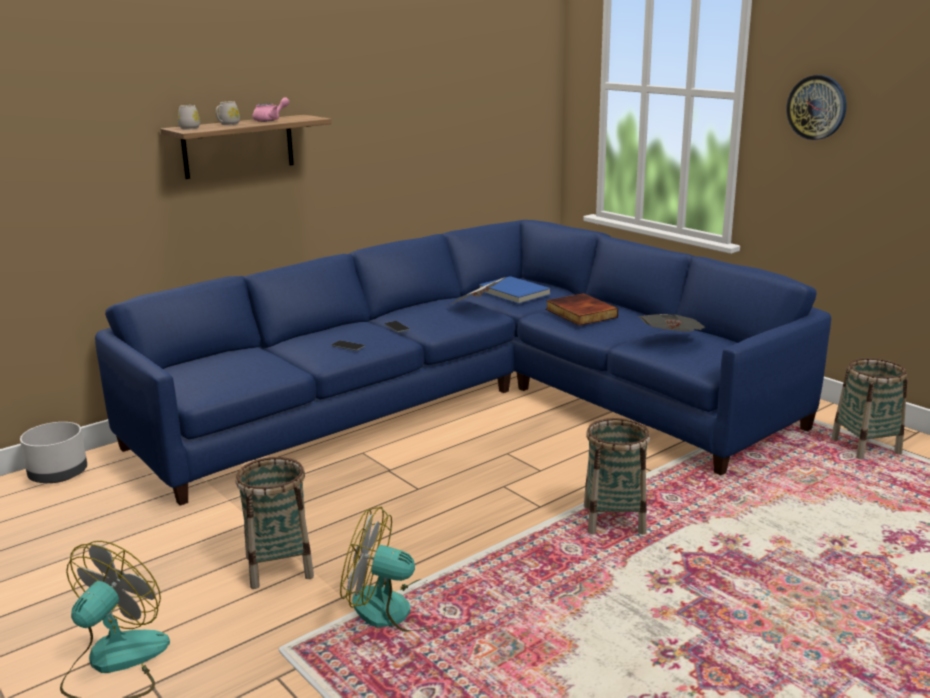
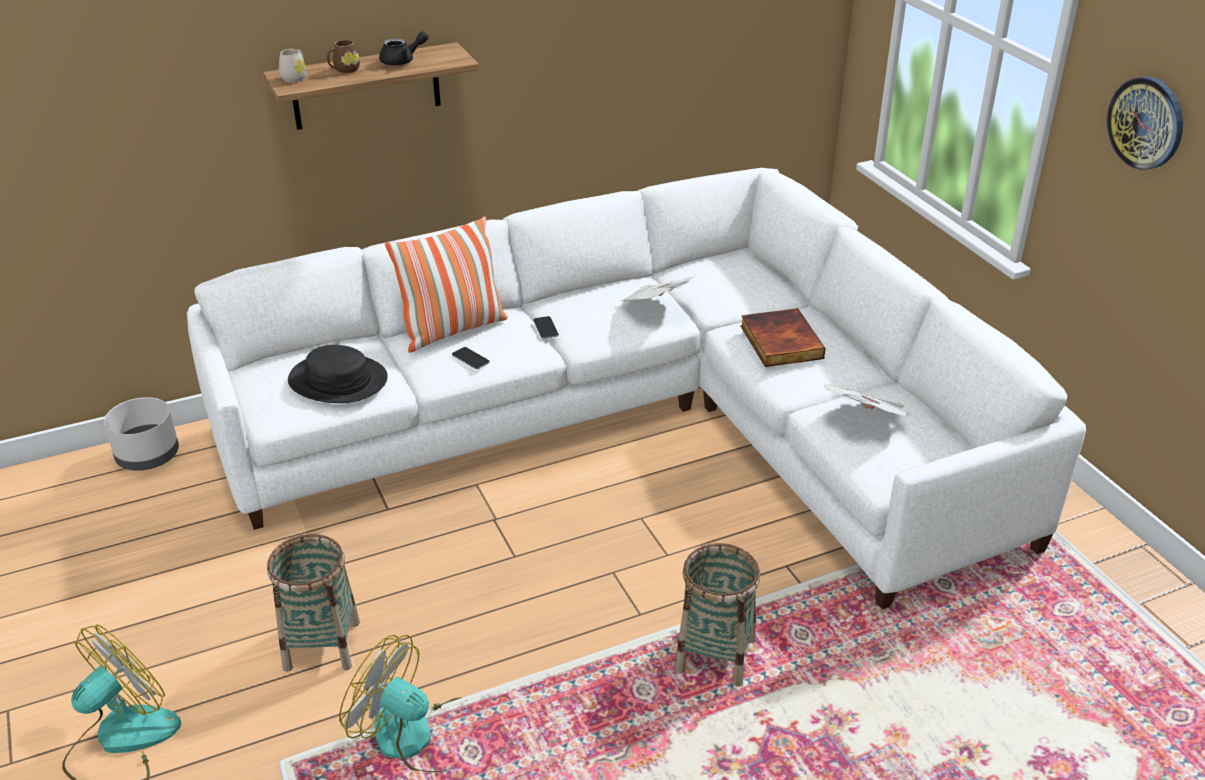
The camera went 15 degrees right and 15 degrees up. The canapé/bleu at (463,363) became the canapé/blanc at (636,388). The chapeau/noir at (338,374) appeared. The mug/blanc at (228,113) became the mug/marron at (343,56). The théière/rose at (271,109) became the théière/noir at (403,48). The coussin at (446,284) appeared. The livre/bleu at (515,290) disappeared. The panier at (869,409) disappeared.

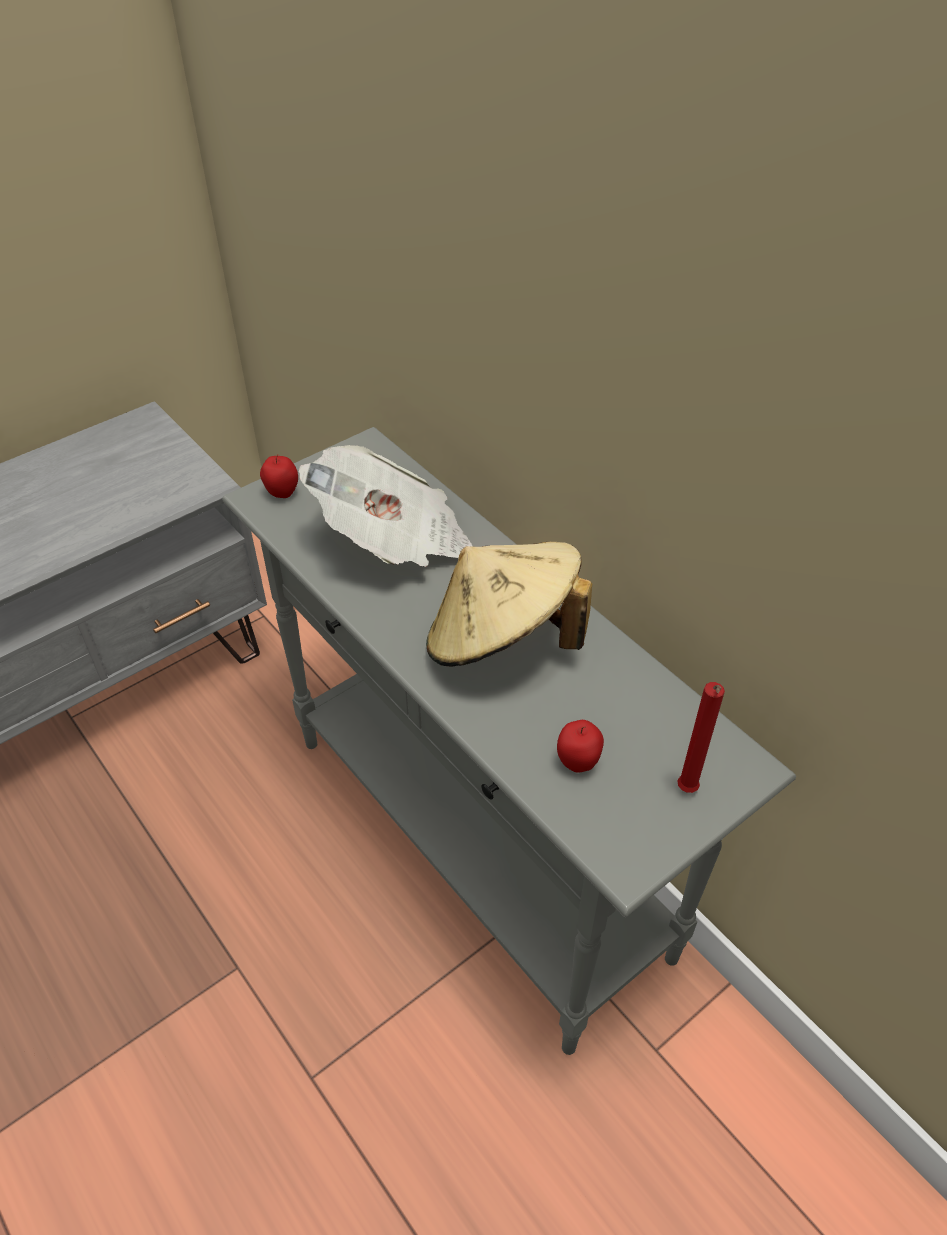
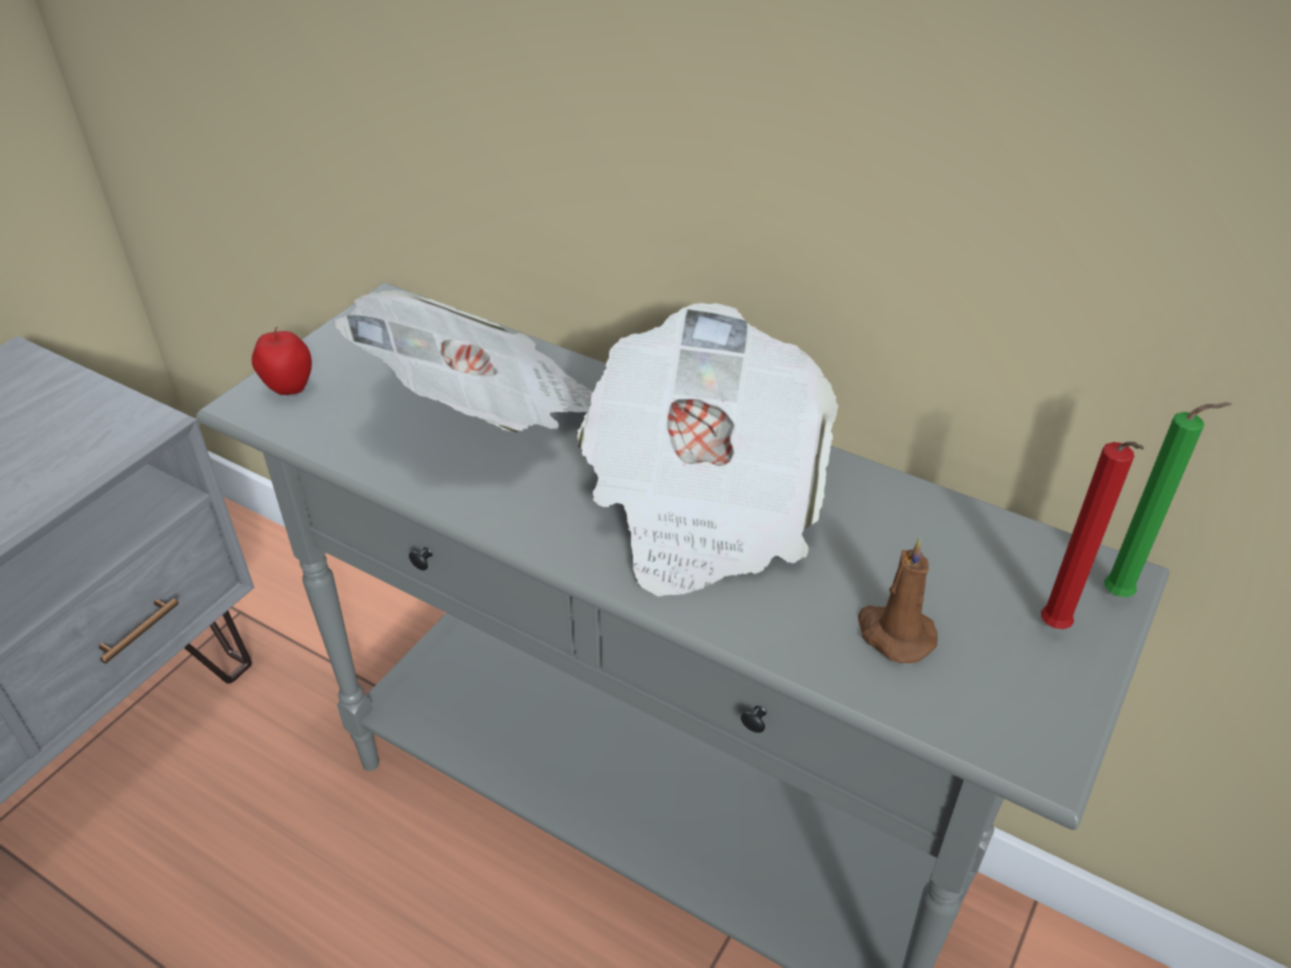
The camera went 20 degrees left and 5 degrees down. The chapeau/beige at (509,604) was replaced by the journal at (707,450). The pomme at (580,746) was replaced by the bougie/marron at (897,600). The bougie/vert at (1168,499) appeared.

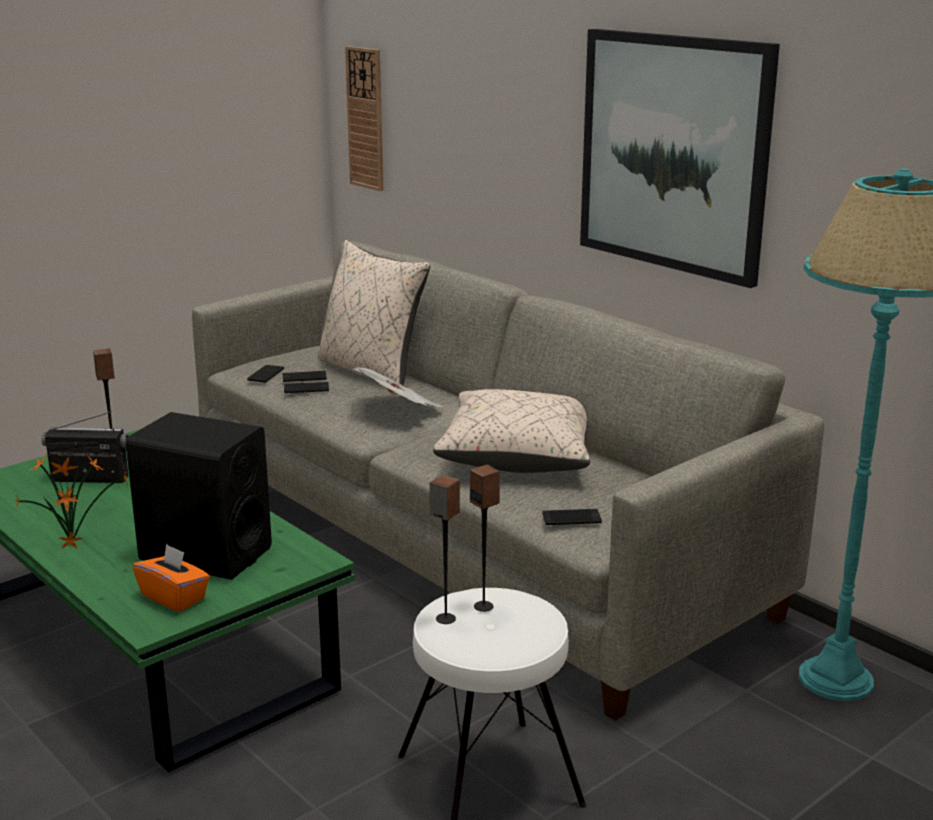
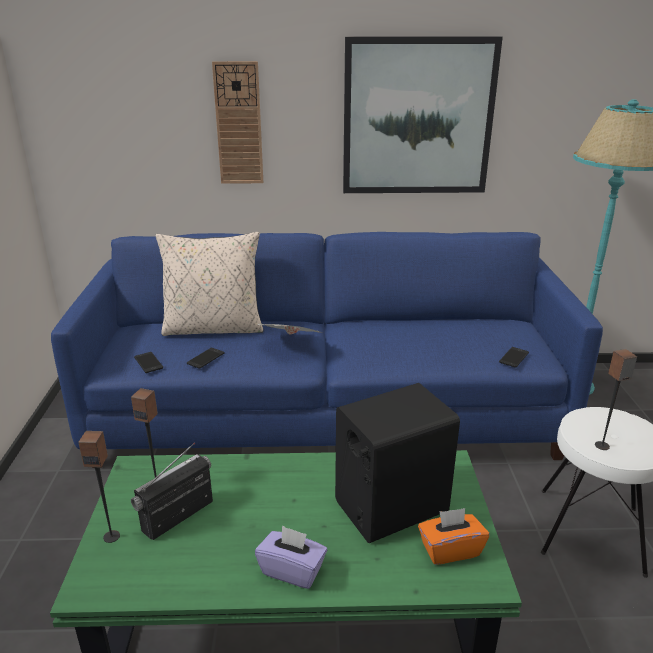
The camera went 50 degrees left and 5 degrees up. The canapé/gris at (508,481) became the canapé/bleu at (327,350). The enceinte moved from (485,538) to (99,487). The horloge murale moved from (364,118) to (237,122). The plante en pot at (71,502) was replaced by the boîte à mouchoirs/violet at (291,557). The téléphone at (305,376) disappeared. The coussin/beige at (511,431) disappeared.

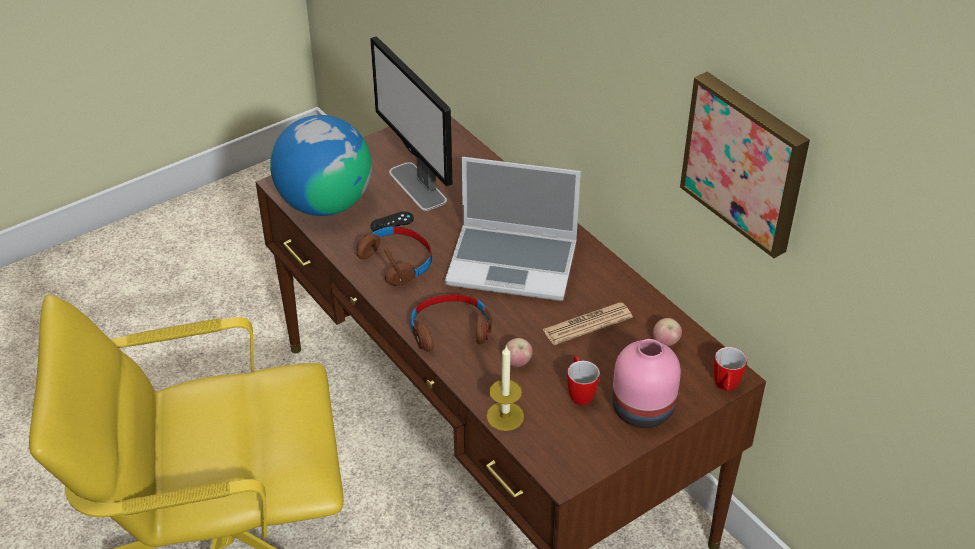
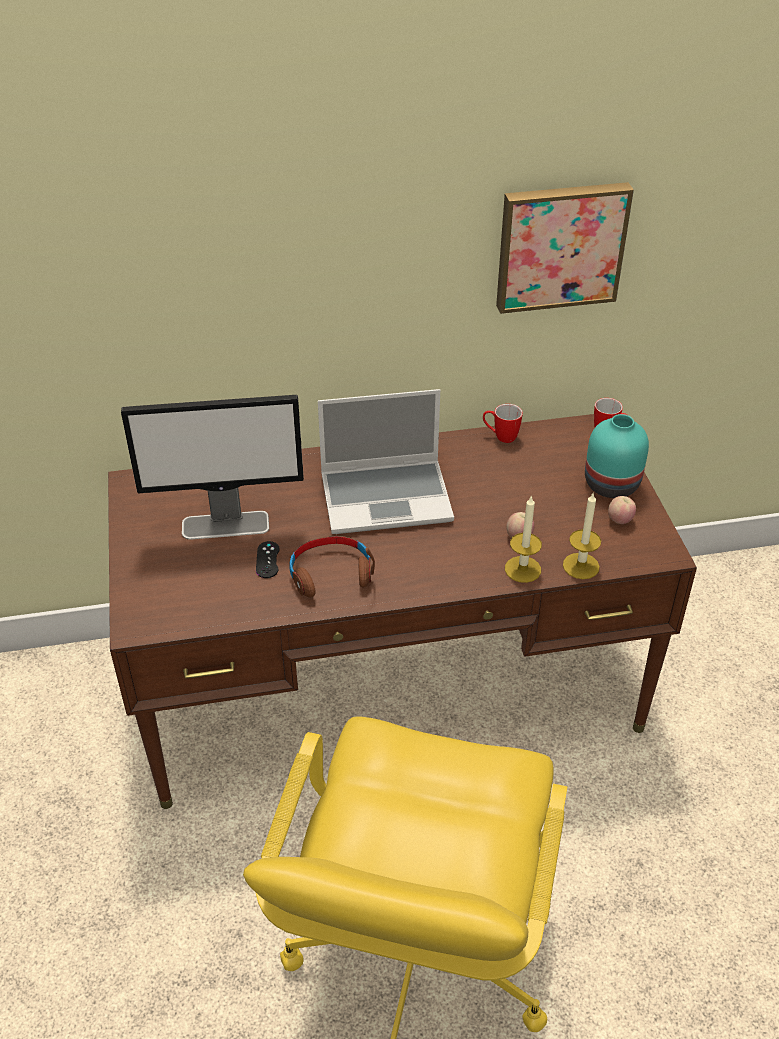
The camera went 65 degrees left and 0 degrees up. The ordinateur portable at (513,229) turned 45 degrees clockwise. The mug moved from (583,380) to (503,423). The bougie at (523,539) appeared. The vase/rose at (646,383) became the vase/turquoise at (617,456). The pomme moved from (667,332) to (622,510). The globe at (321,165) disappeared. The casque audio/marron at (451,323) disappeared. The journal at (587,323) disappeared.

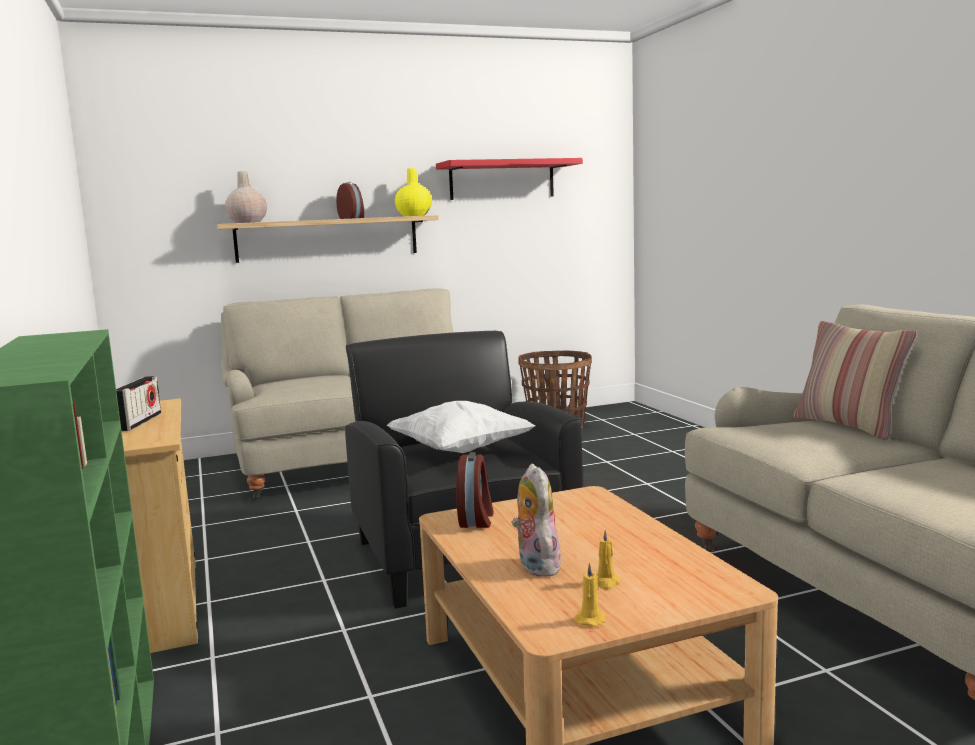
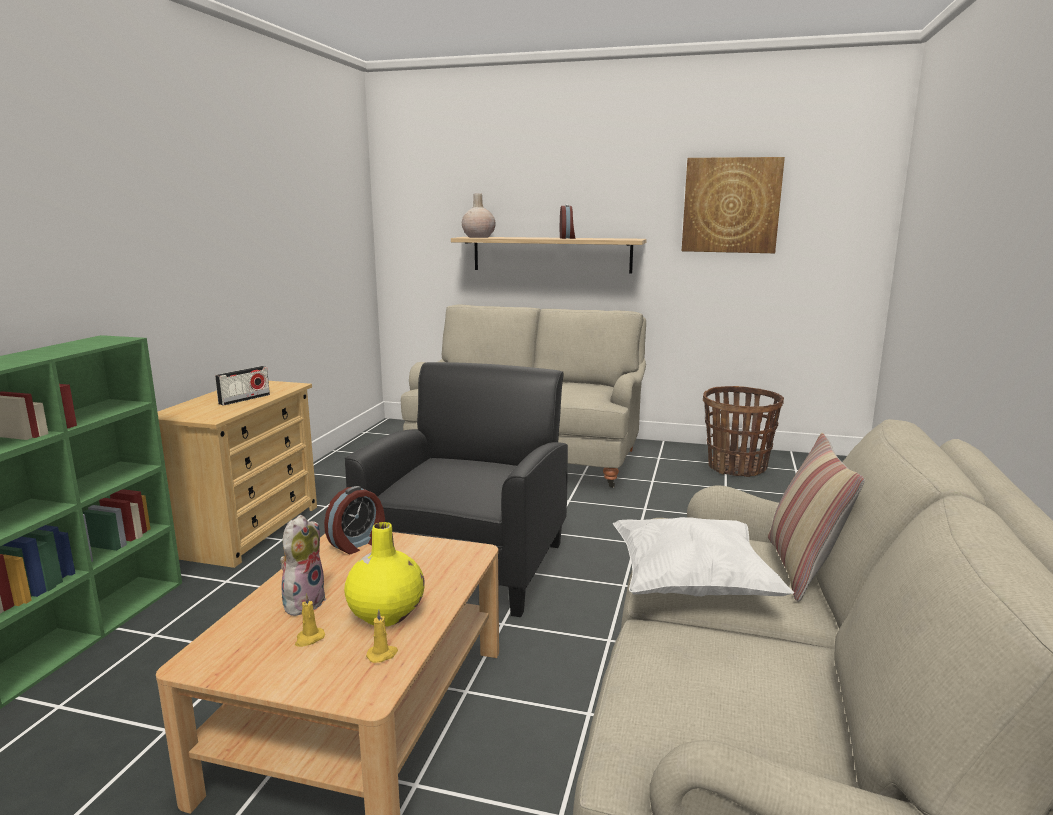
The camera went 35 degrees right and 5 degrees up. The vase/jaune moved from (413,192) to (384,574). The bougie/jaune moved from (590,595) to (382,636). The coussin/blanc moved from (460,427) to (703,557). The étagère/rouge at (509,179) was replaced by the tableau at (733,205).

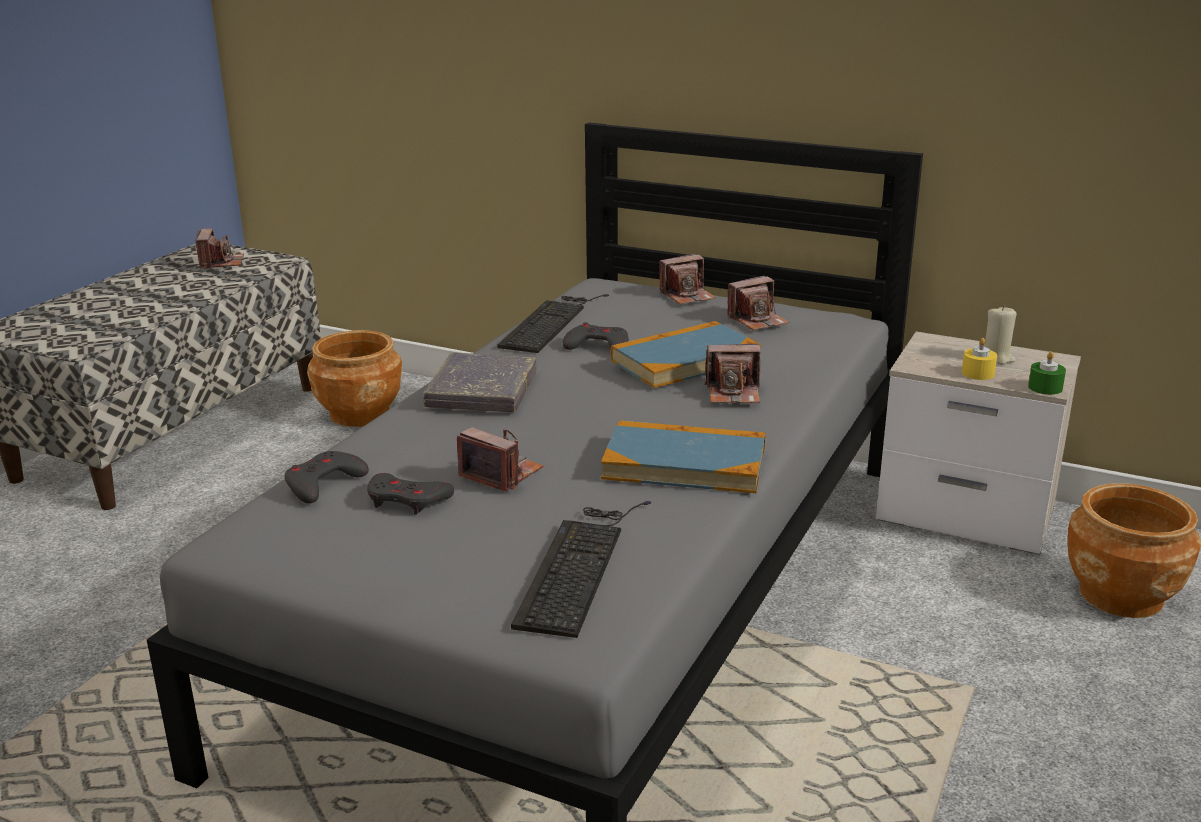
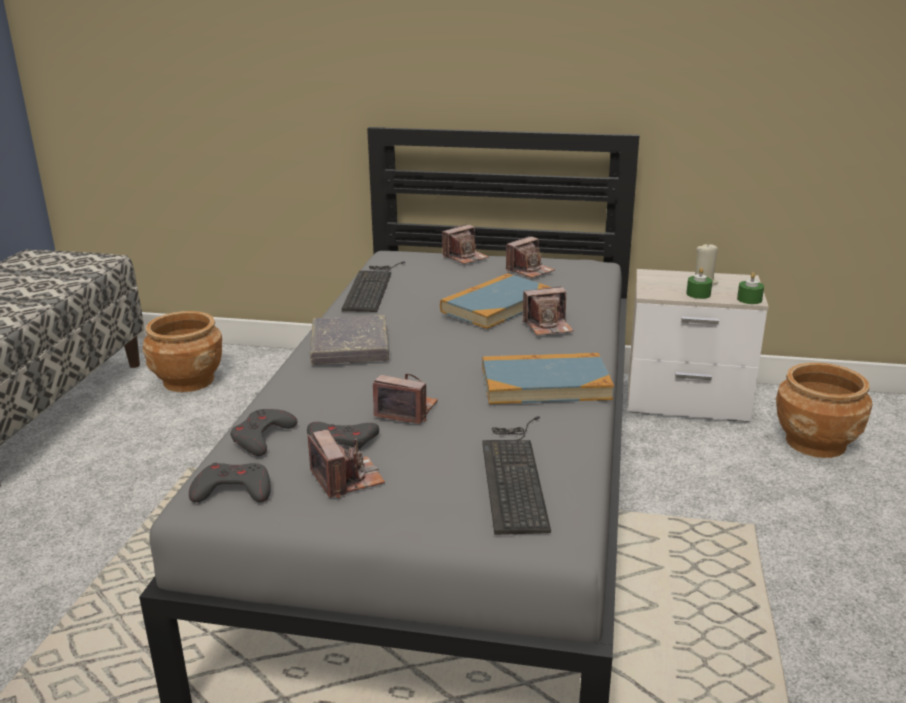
The camera went 15 degrees left and 0 degrees up. The manette/gris moved from (596,336) to (230,482). The appareil photo moved from (220,248) to (346,464). The bougie/jaune at (979,359) became the bougie/vert at (699,283).

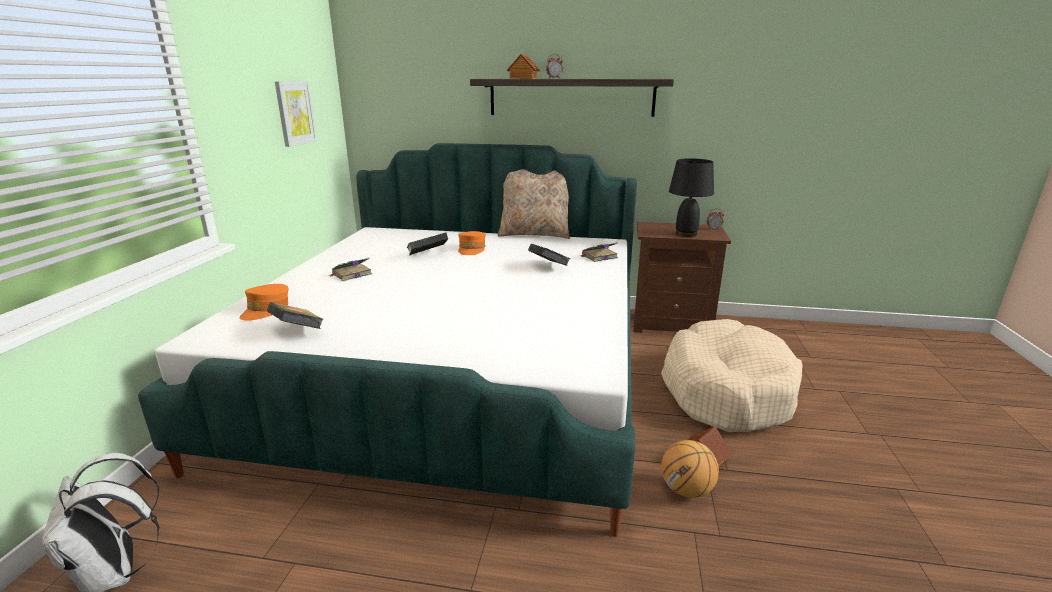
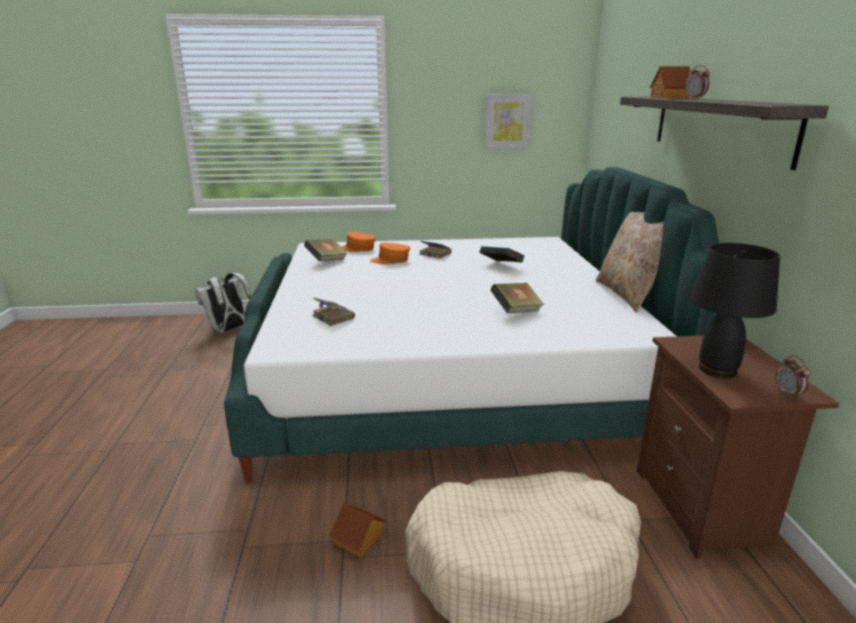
The camera went 75 degrees right and 0 degrees up. The livre moved from (599,252) to (333,311). The casquette/orange moved from (472,243) to (390,253). The ballon de basket at (690,469) disappeared.

